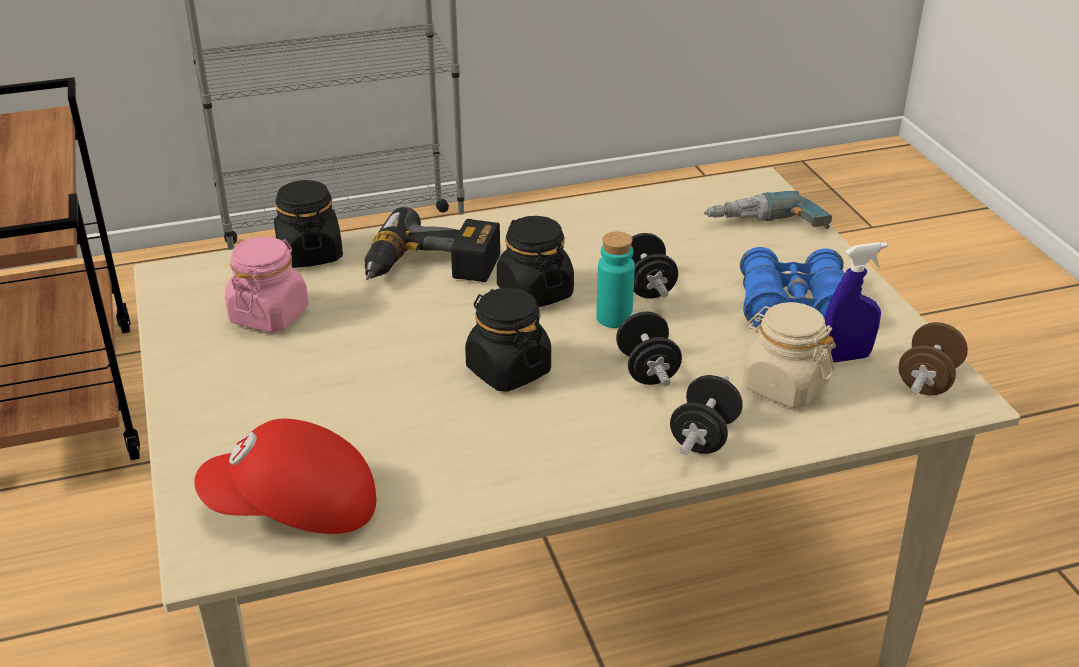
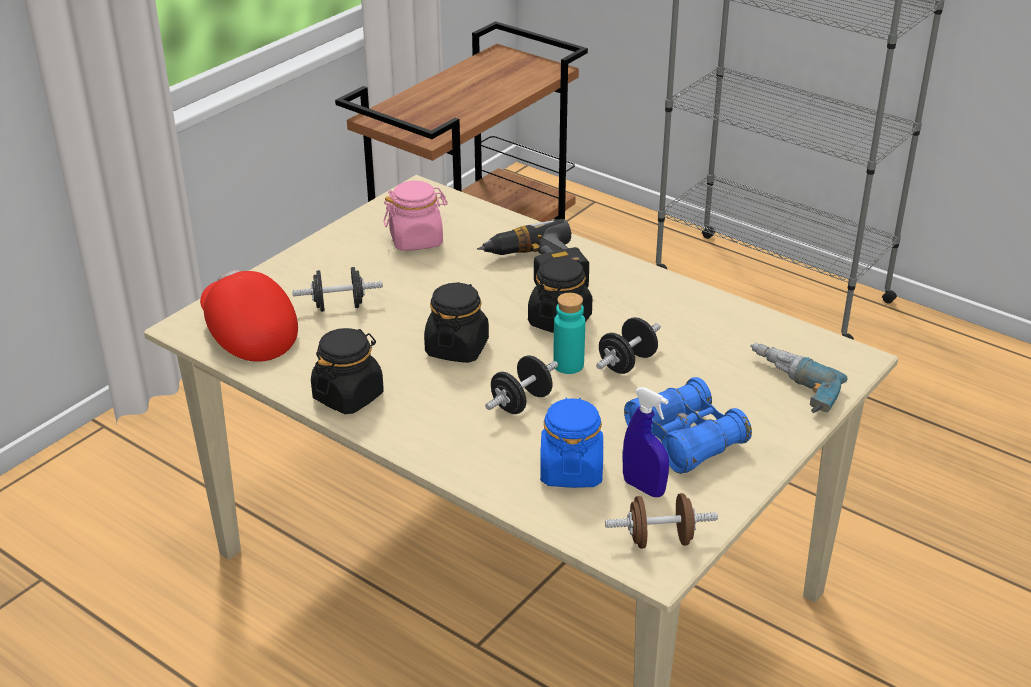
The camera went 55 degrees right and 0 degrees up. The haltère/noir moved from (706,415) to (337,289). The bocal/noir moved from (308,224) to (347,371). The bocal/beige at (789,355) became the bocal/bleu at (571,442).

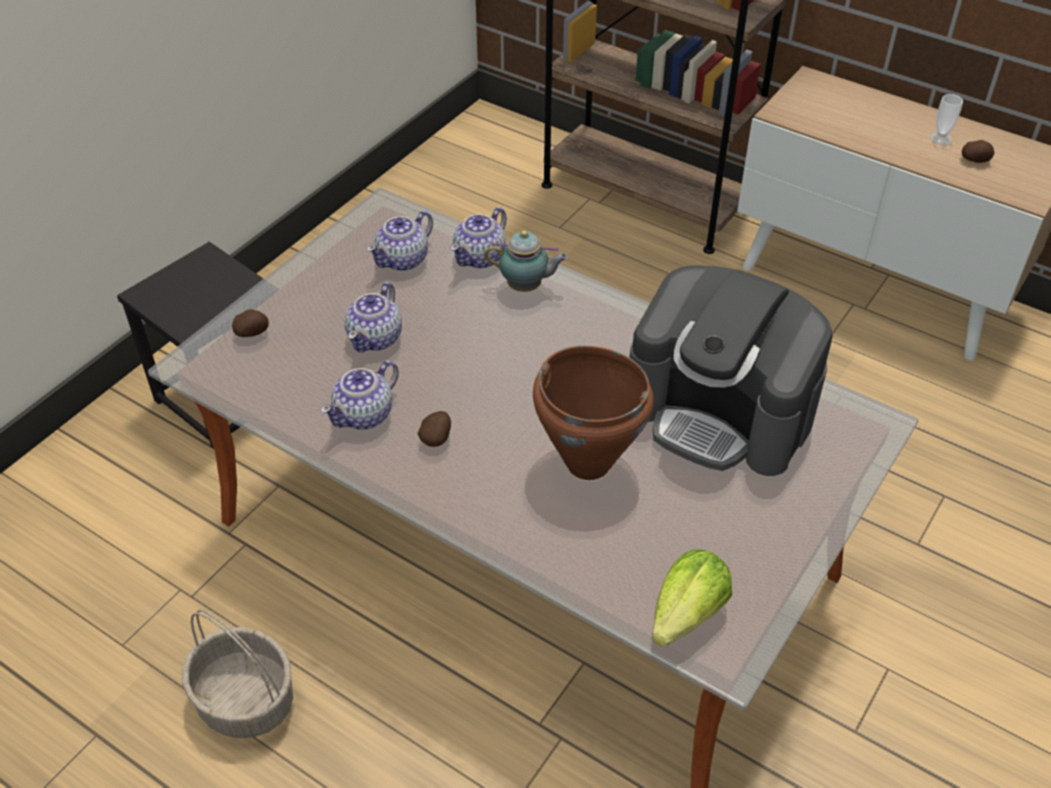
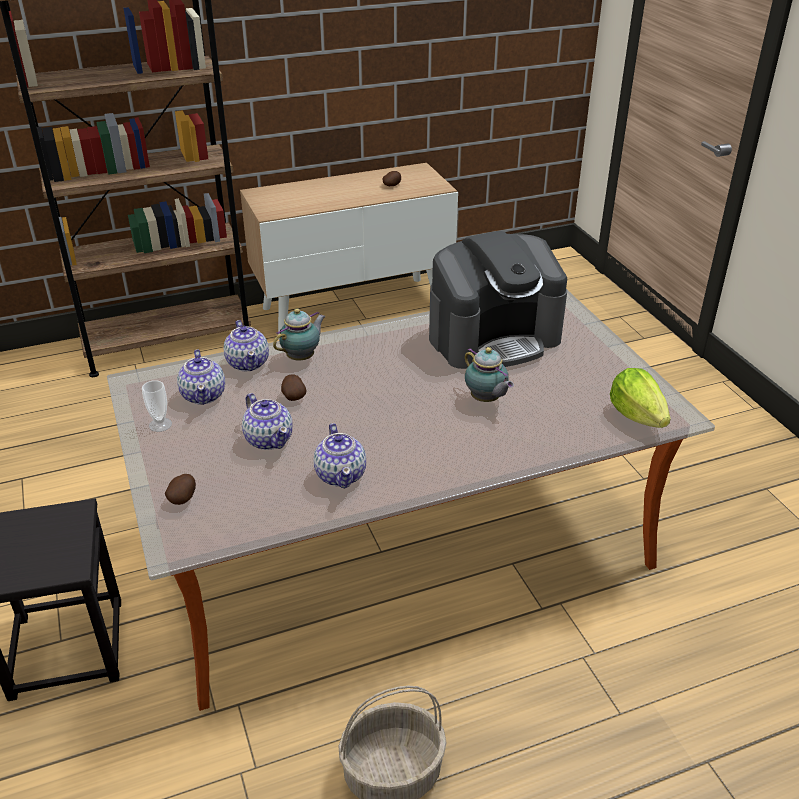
The camera went 55 degrees left and 10 degrees down. The tasse moved from (946,119) to (157,406). The pomme de terre moved from (434,429) to (293,388). The marmite/marron at (593,413) was replaced by the théière at (489,374).

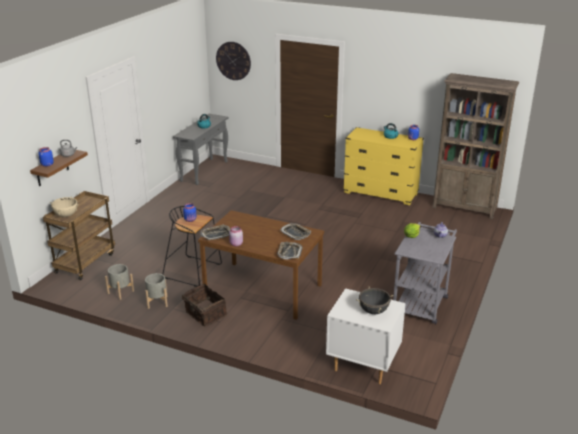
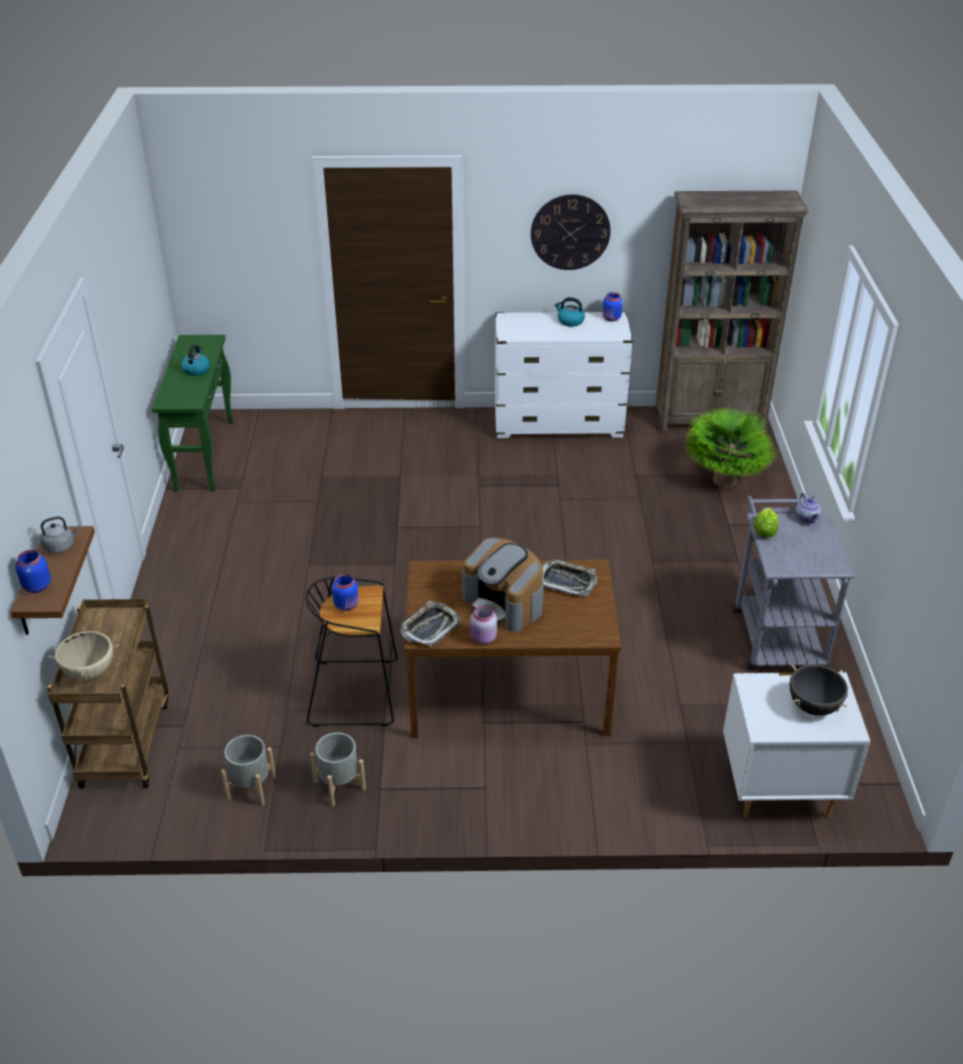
The camera went 25 degrees left and 10 degrees up. The table console/gris at (200,149) became the table console/vert at (193,413). The machine à café at (503,585) appeared. The commode/jaune at (383,166) became the commode/blanc at (564,375). The horloge murale moved from (233,61) to (571,232). The plante en pot at (730,447) appeared. The panier at (204,305) disappeared. The plateau at (290,251) disappeared.

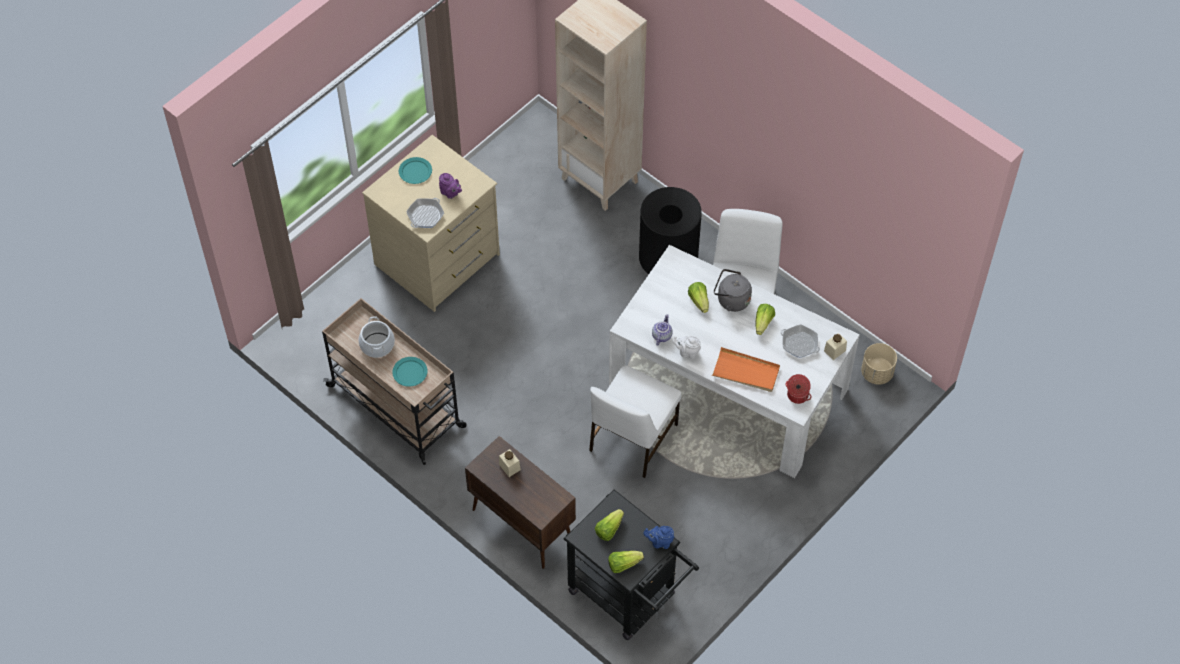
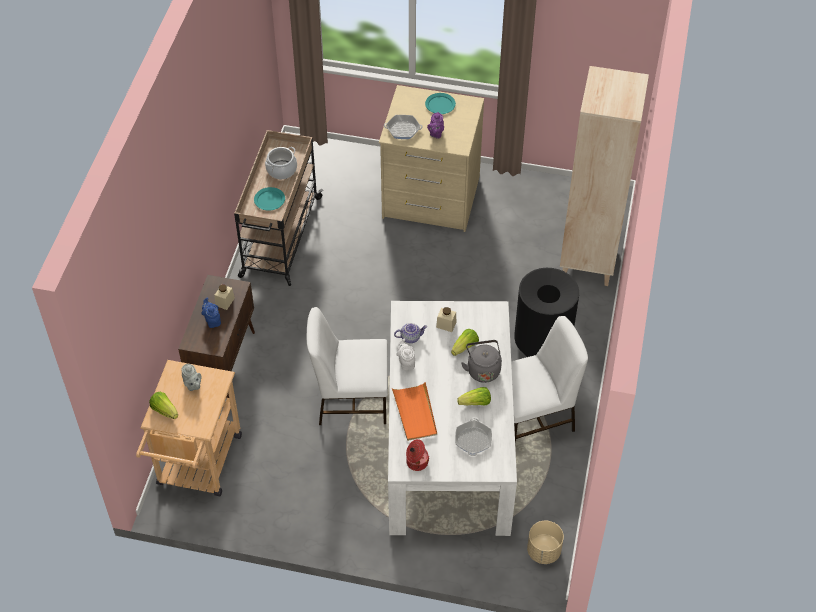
The camera went 60 degrees right and 5 degrees down. The chariot/noir at (631,565) became the chariot/beige at (189,428). The laitue at (609,525) was replaced by the théière/gris at (191,377). The théière/bleu moved from (658,537) to (211,313). The bocal/beige moved from (835,346) to (446,319).

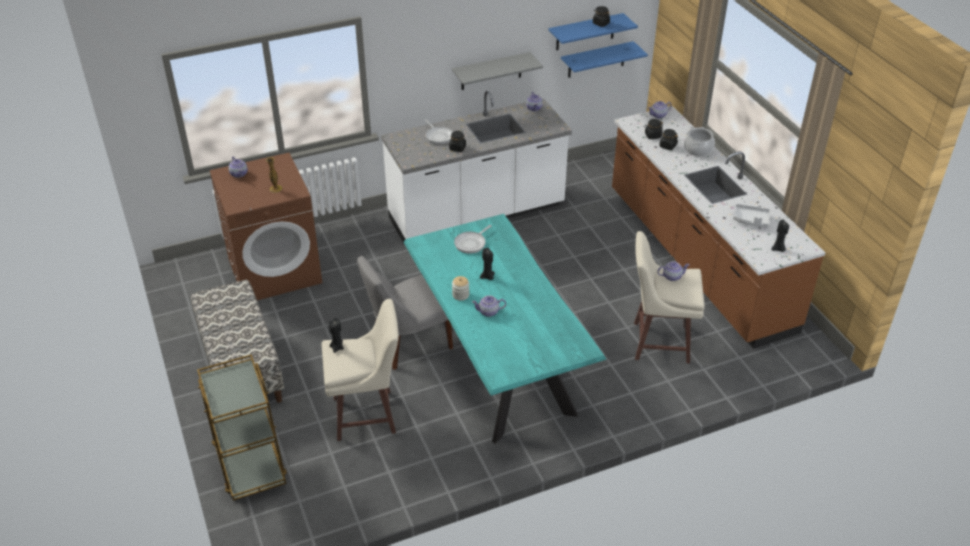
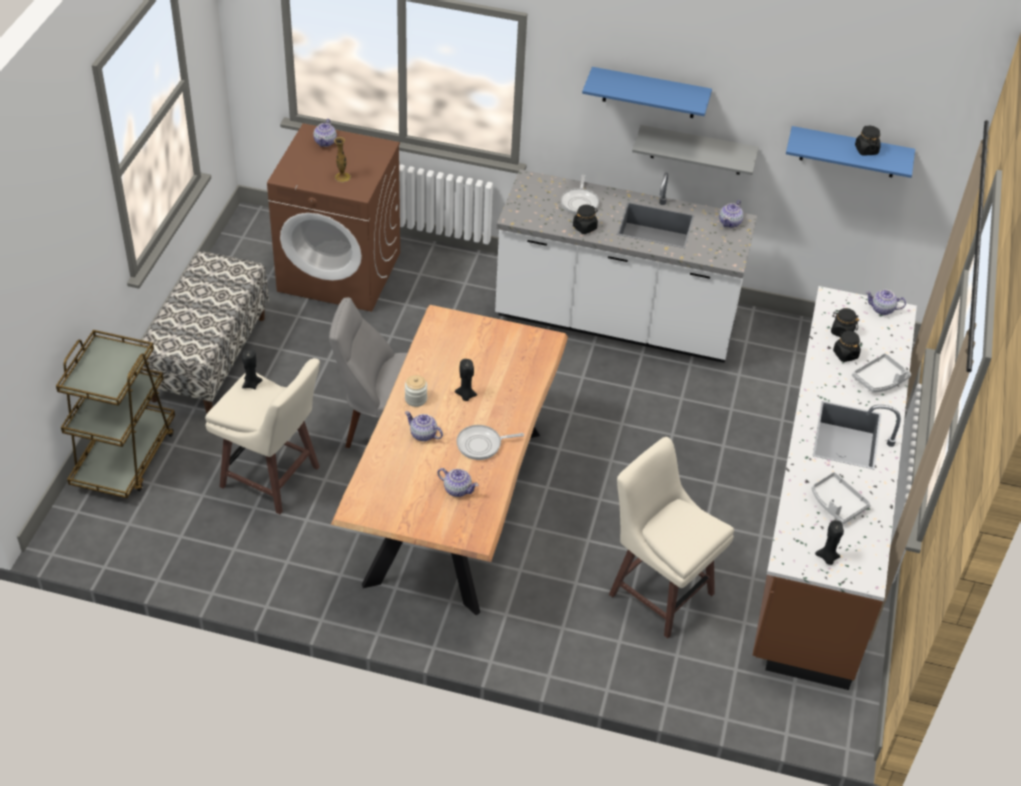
The camera went 35 degrees right and 5 degrees up. The table à manger/turquoise at (505,329) became the table à manger/marron at (449,460). The théière moved from (673,271) to (457,482). The poêle moved from (473,239) to (490,442). The étagère/bleu moved from (604,59) to (647,92). The marmite at (699,142) was replaced by the plateau/gris at (881,373).

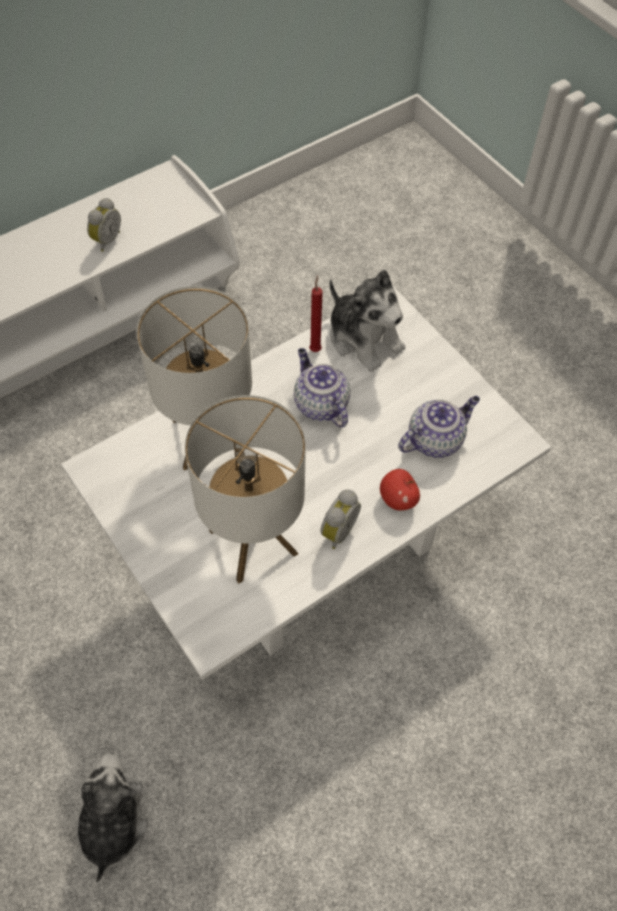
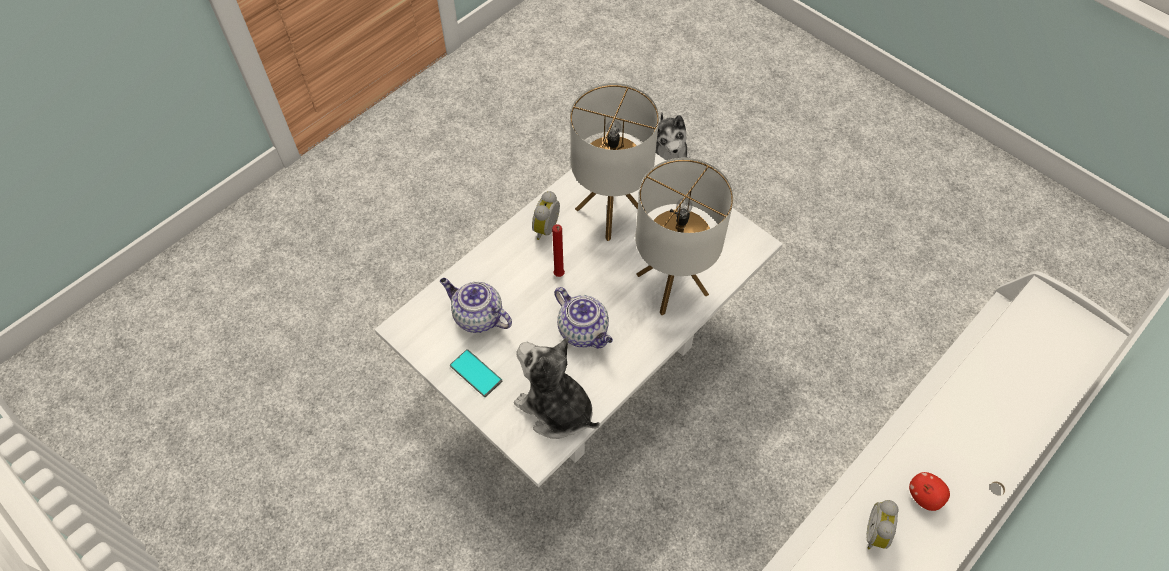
The camera went 170 degrees right and 0 degrees up. The théière at (439,427) turned 75 degrees clockwise. The téléphone at (476,373) appeared. The bougie/rouge moved from (316,313) to (558,250). The pomme moved from (400,489) to (929,491).

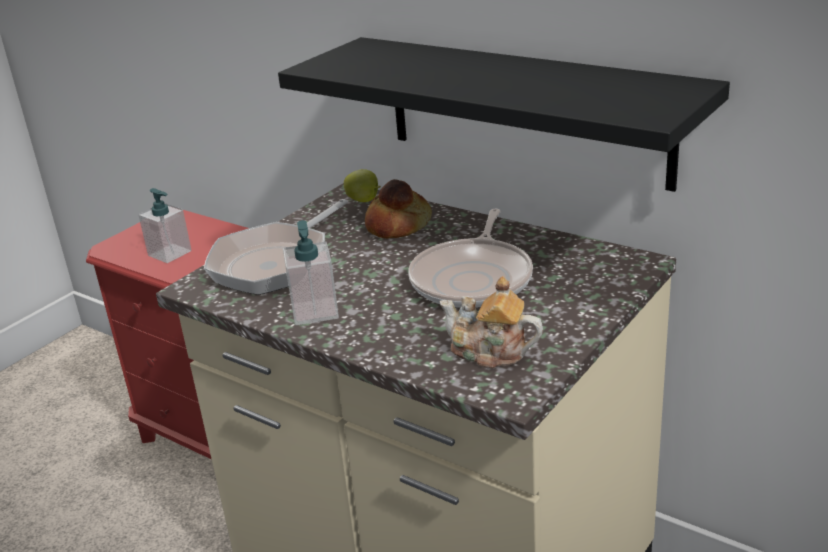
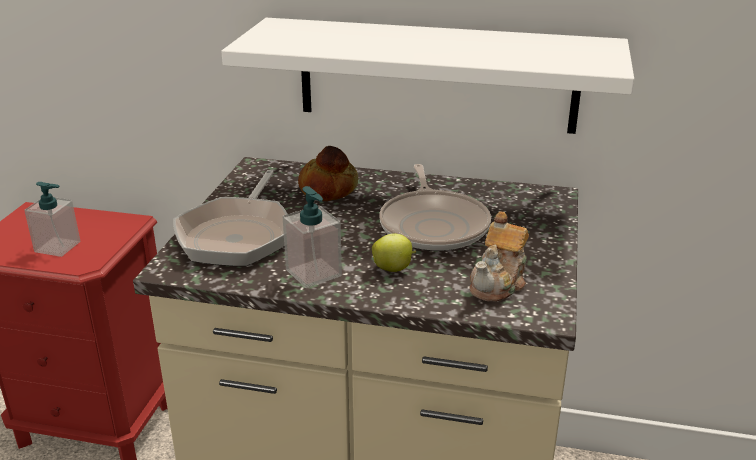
The camera went 25 degrees left and 0 degrees up. The étagère/noir at (504,114) became the étagère/blanc at (427,76). The pomme moved from (362,185) to (394,252). The théière at (491,322) turned 60 degrees counterclockwise.

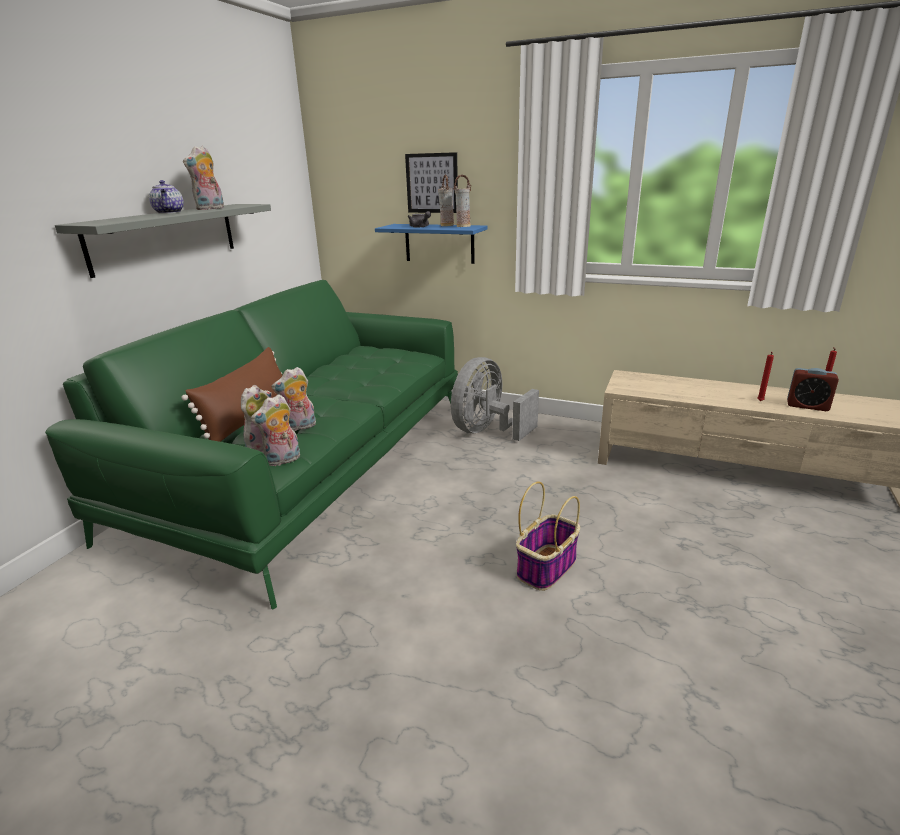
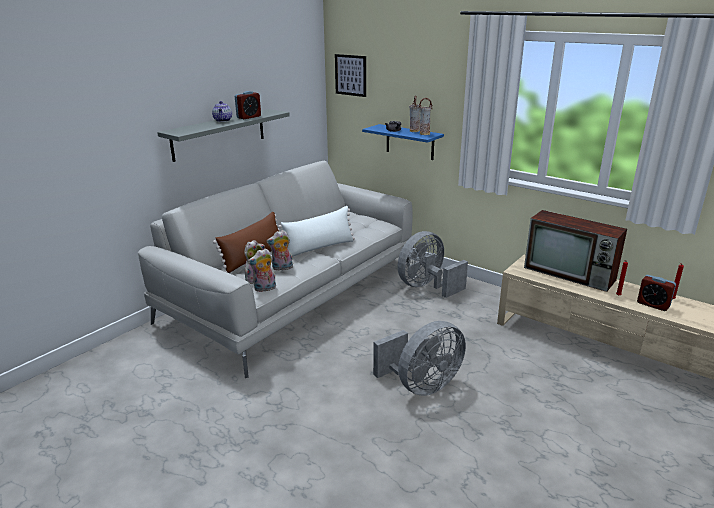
The camera went 15 degrees right and 0 degrees up. The canapé/vert at (251,444) became the canapé/blanc at (275,269). The peluche at (203,178) was replaced by the réveil at (248,105). The coussin/blanc at (316,231) appeared. The tableau moved from (431,182) to (350,75). The panier at (548,536) was replaced by the ventilateur/gris at (419,358). The téléviseur at (575,251) appeared.

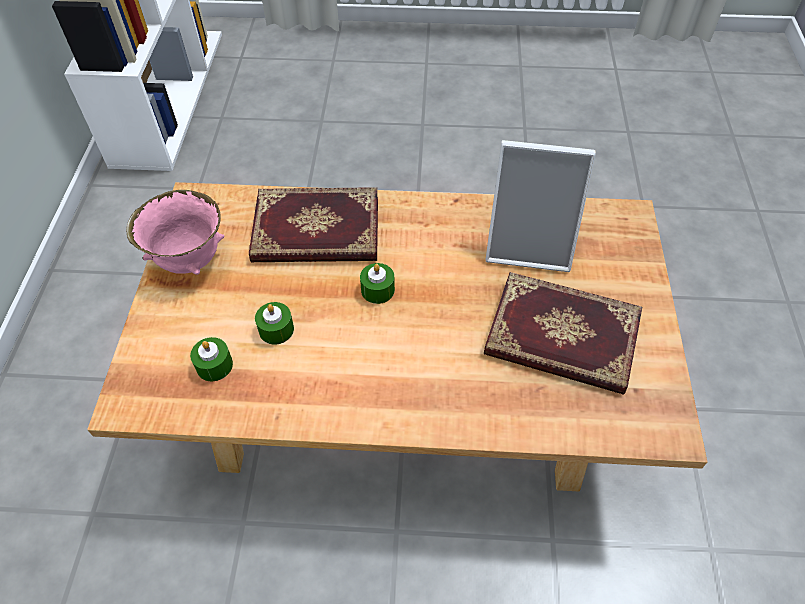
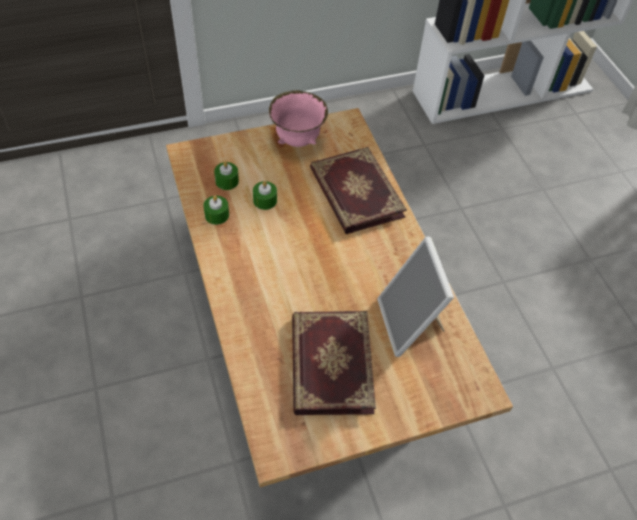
The camera went 65 degrees right and 0 degrees up. The bougie/vert moved from (377,283) to (216,210).

